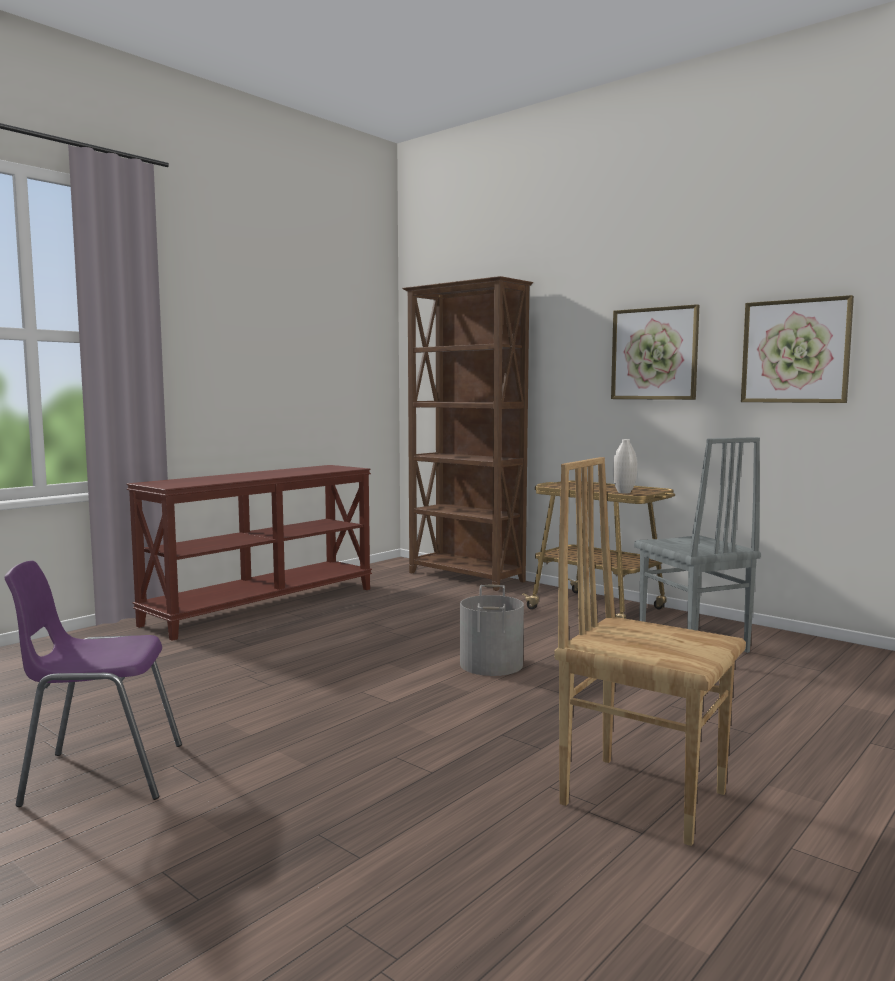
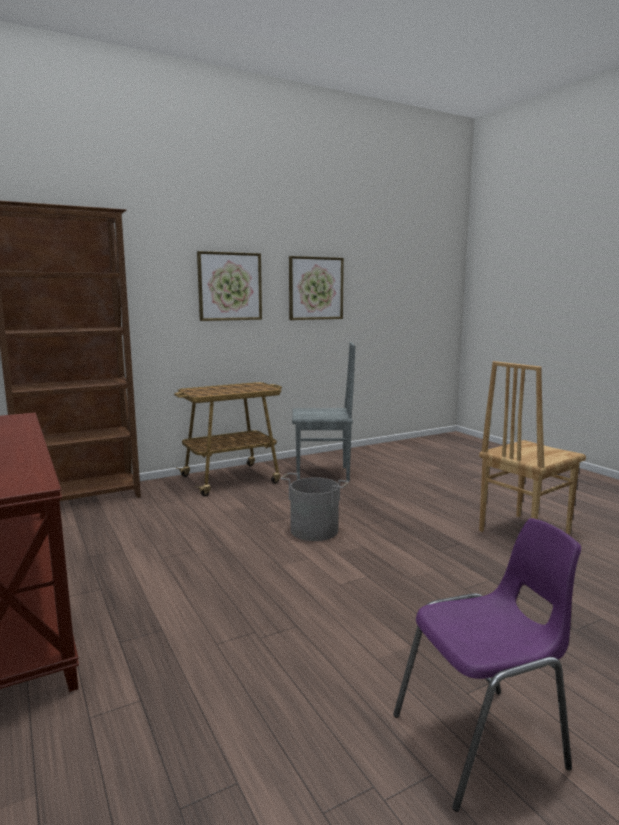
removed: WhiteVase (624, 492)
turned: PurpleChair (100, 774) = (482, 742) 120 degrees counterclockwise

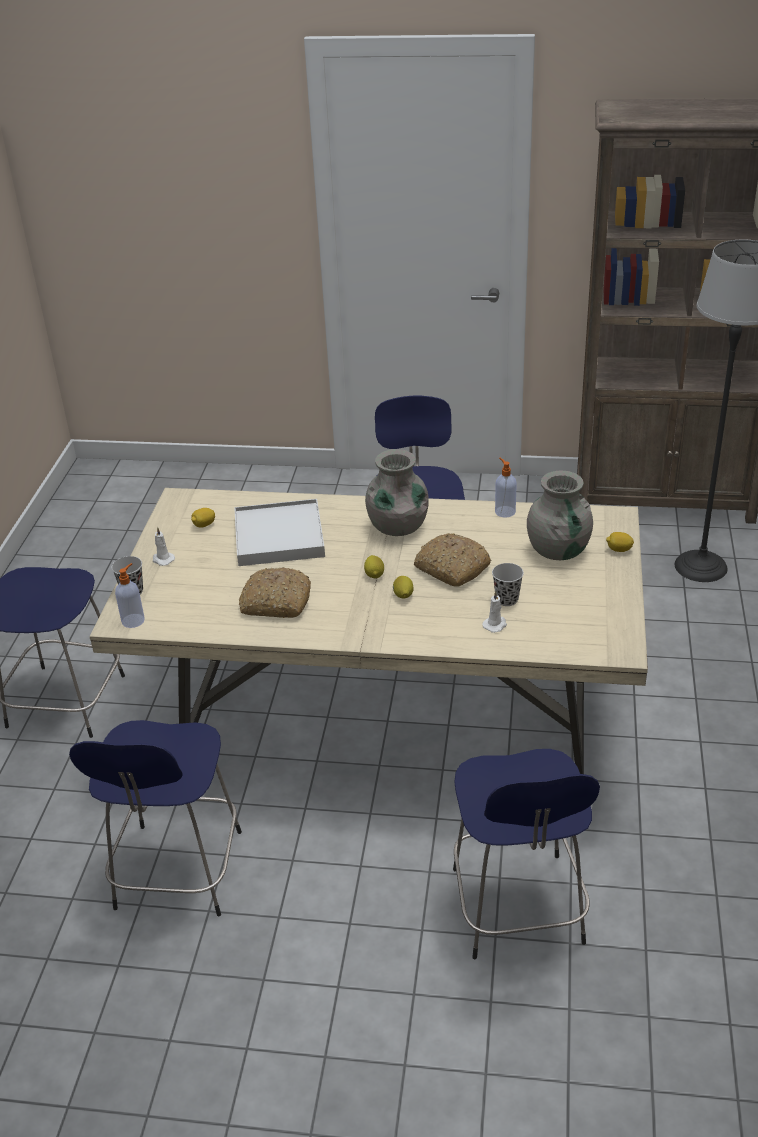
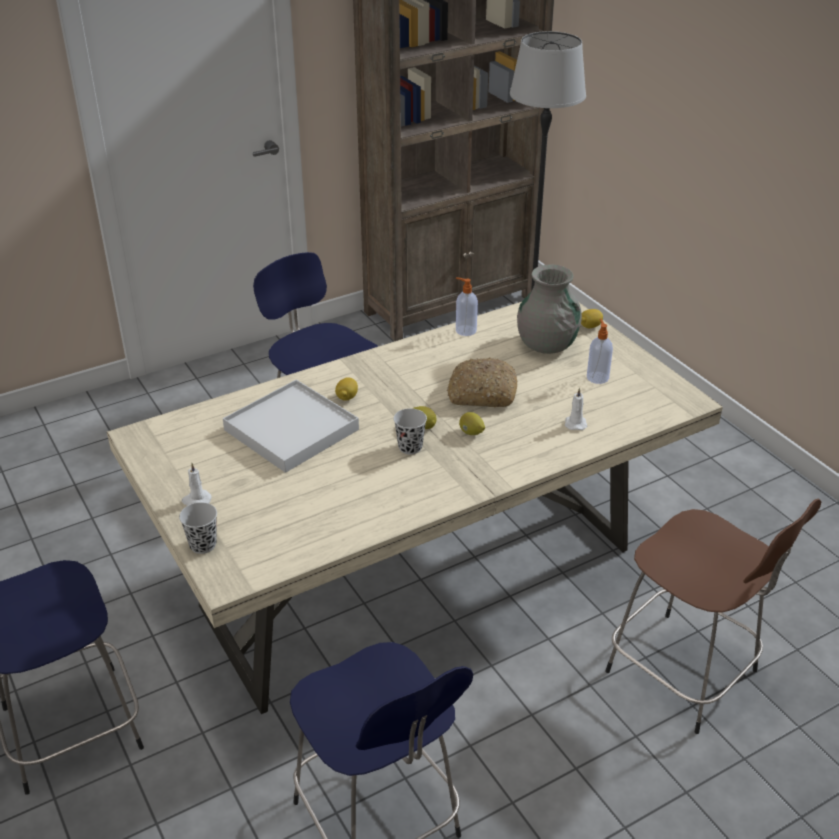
removed: Bread (275, 603); GreyVase (397, 527)
moved: SoapDispenser (133, 620) to (597, 377); Lemon (204, 525) to (347, 397); BlackCup (507, 599) to (410, 447)
recoloured: BlueStool (518, 910) to BrownStool (686, 674)

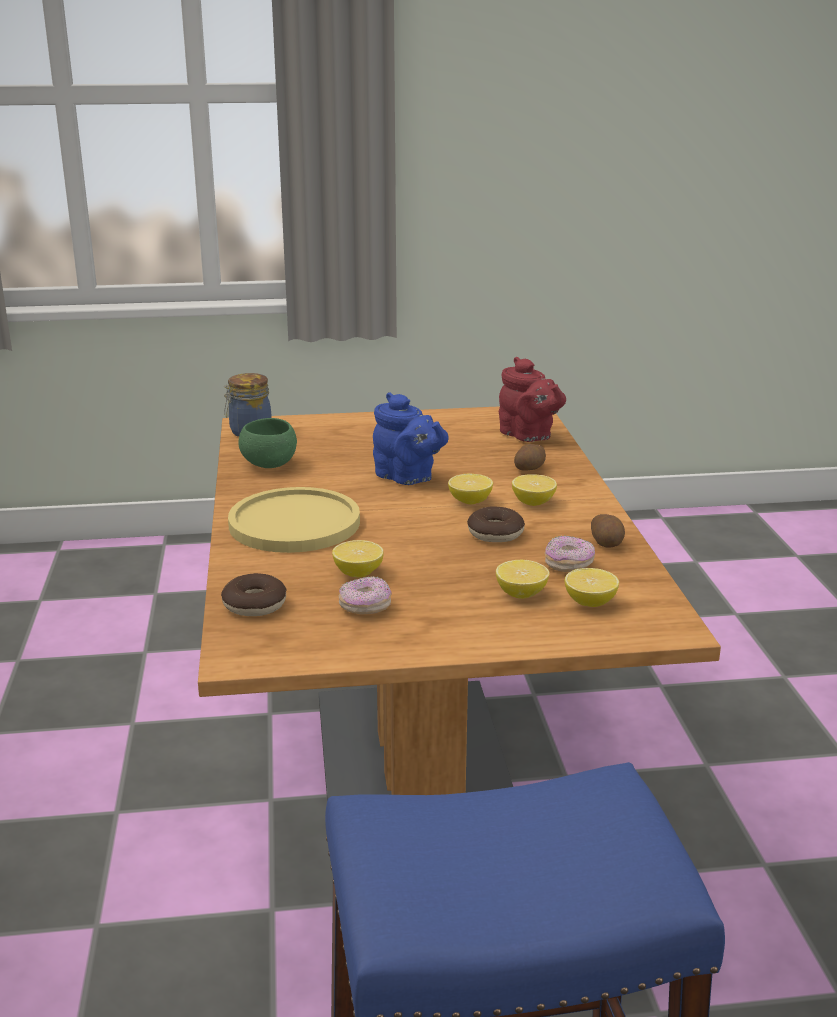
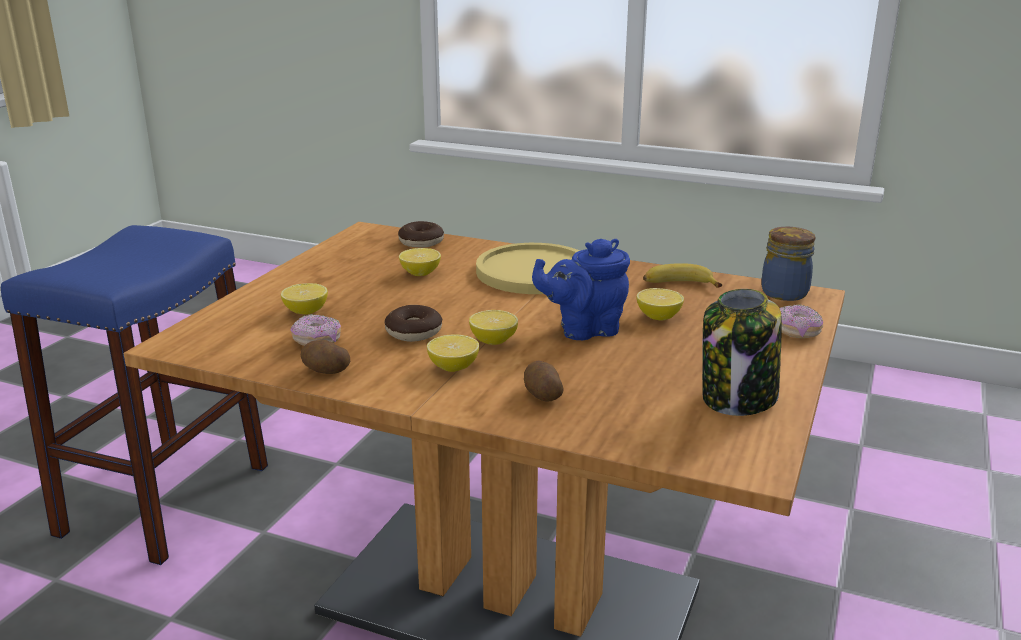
removed: RedTeapot (528, 436)
added: Jar (738, 399)
moved: Donut (365, 607) to (797, 332); Lemon (590, 603) to (658, 317)
replaced: GreenBowl (269, 465) to Banana (679, 285)

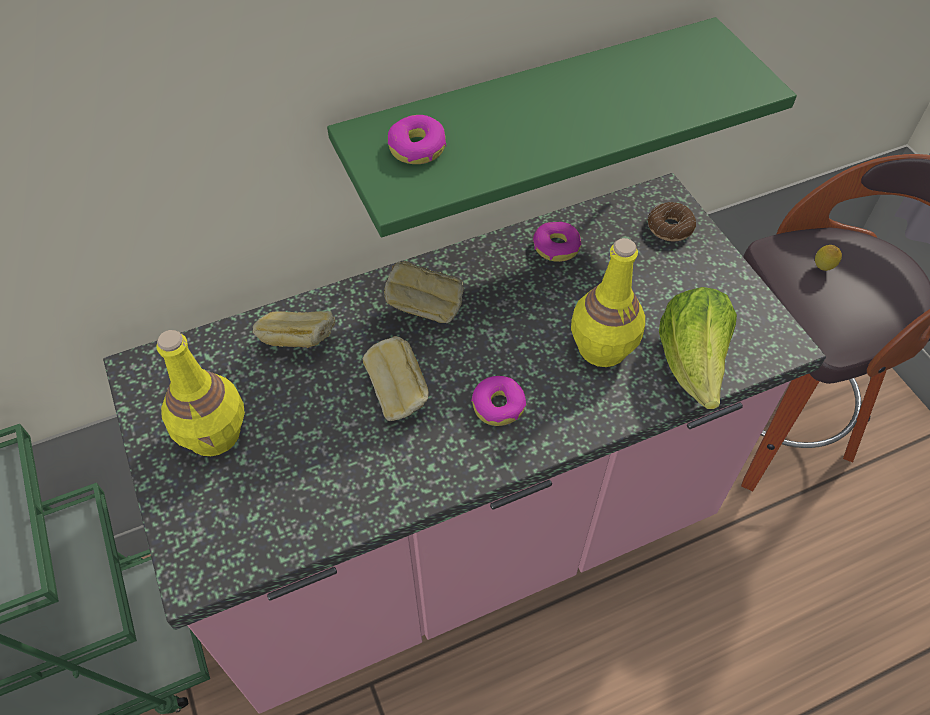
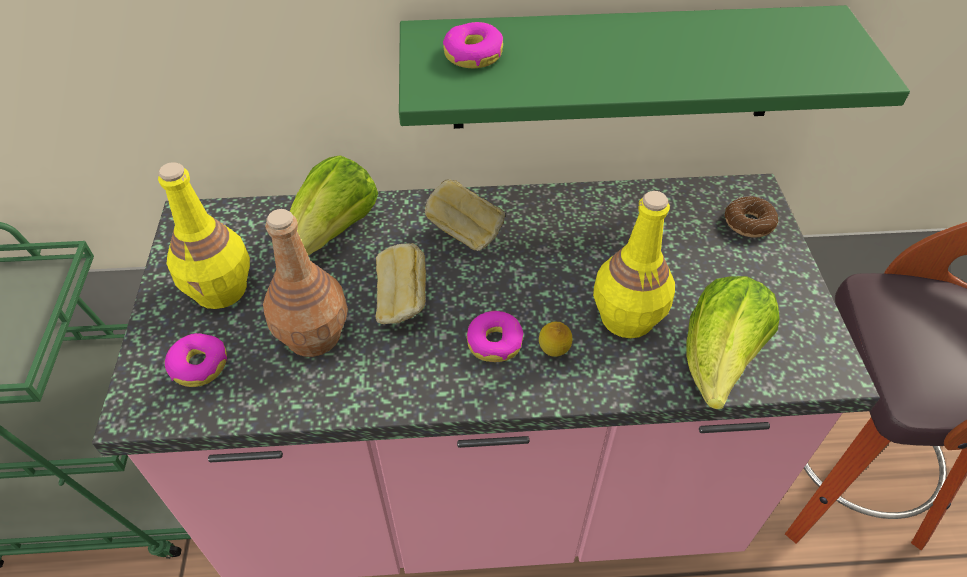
added: BrownBottle (314, 334)
moved: Donut (556, 247) to (199, 365); Lemon (822, 269) to (553, 353)
replaced: Bread (299, 344) to Lettuce (334, 234)

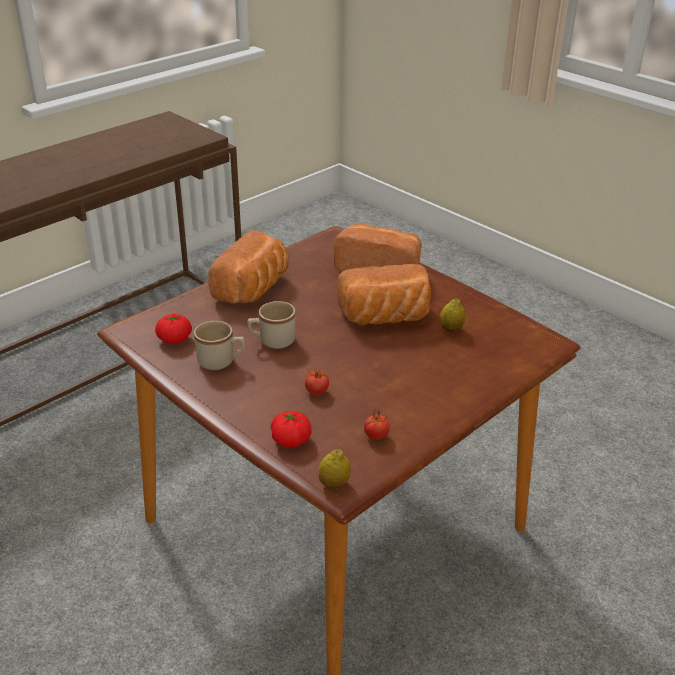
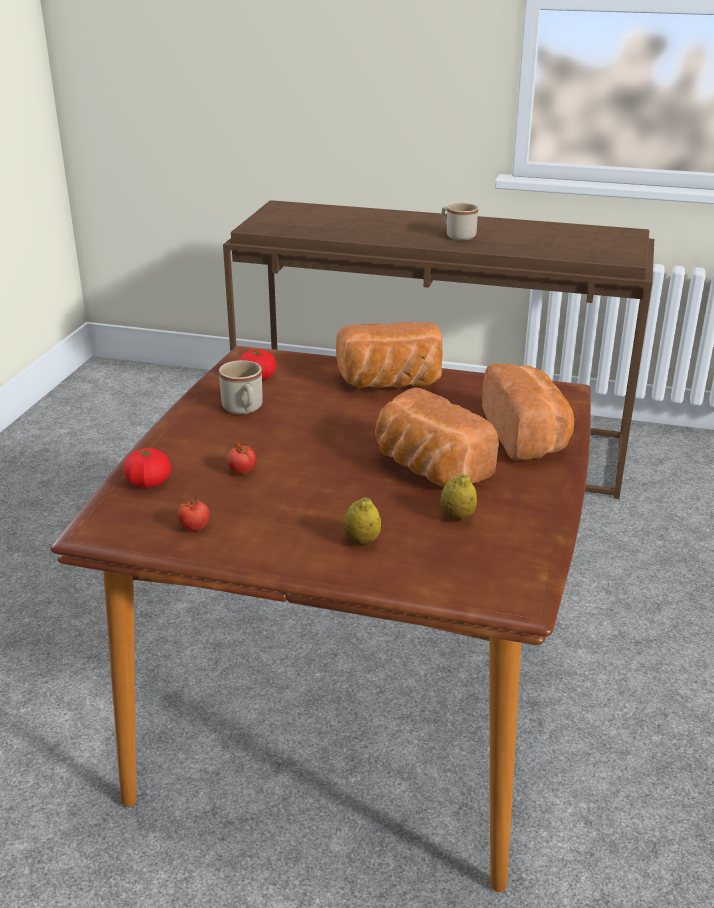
moved: BeigeMug (272, 341) to (457, 235); Lemon (334, 484) to (362, 541)

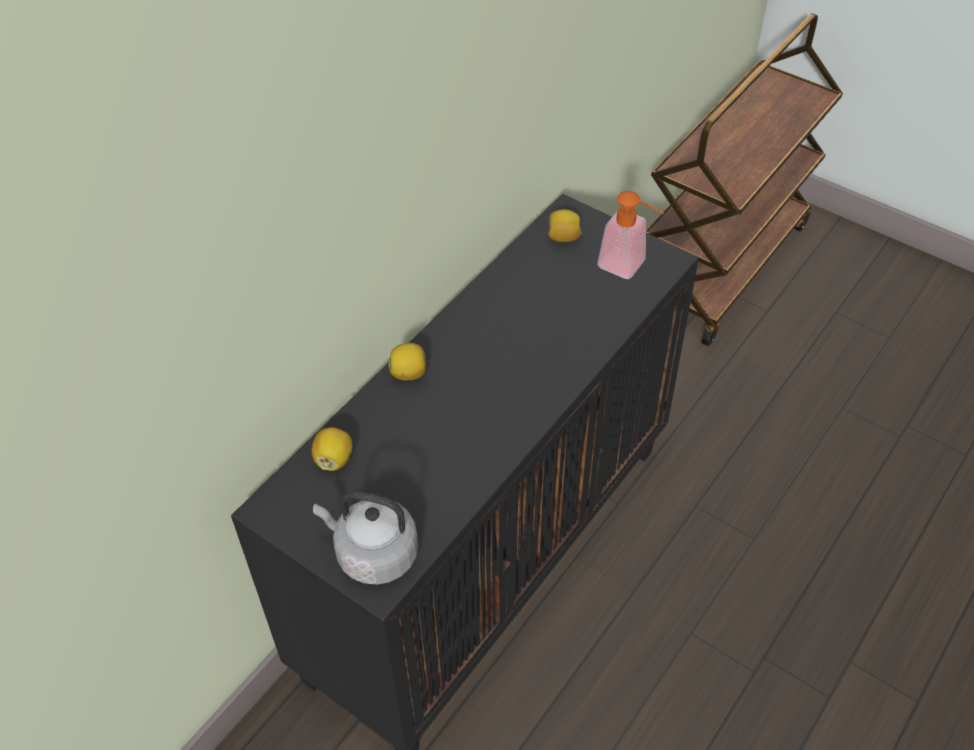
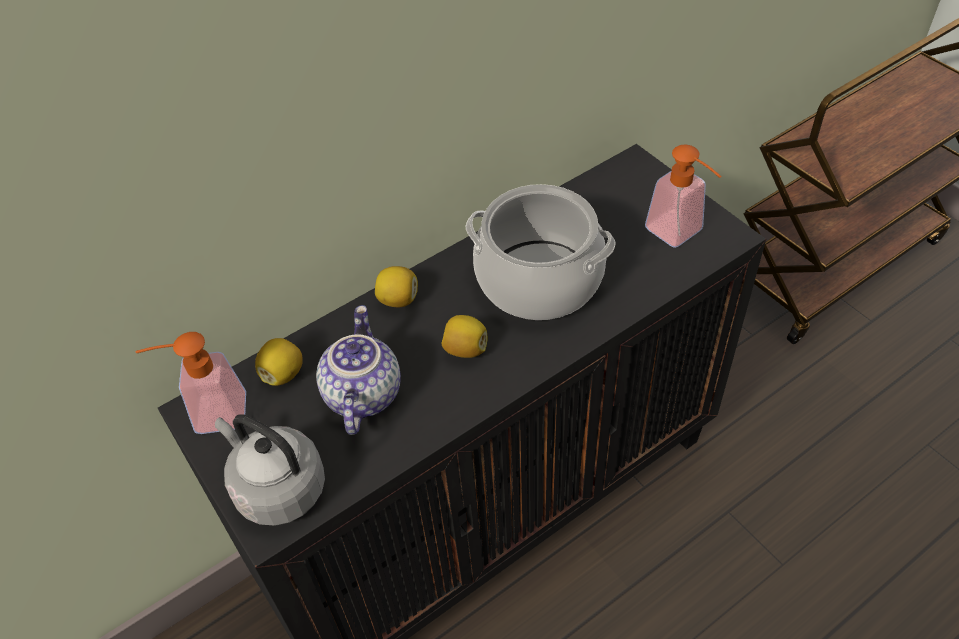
added: SoapDispenser (210, 414); Teapot (361, 394); CookingPot (538, 281)
moved: Lemon (563, 237) to (465, 349)

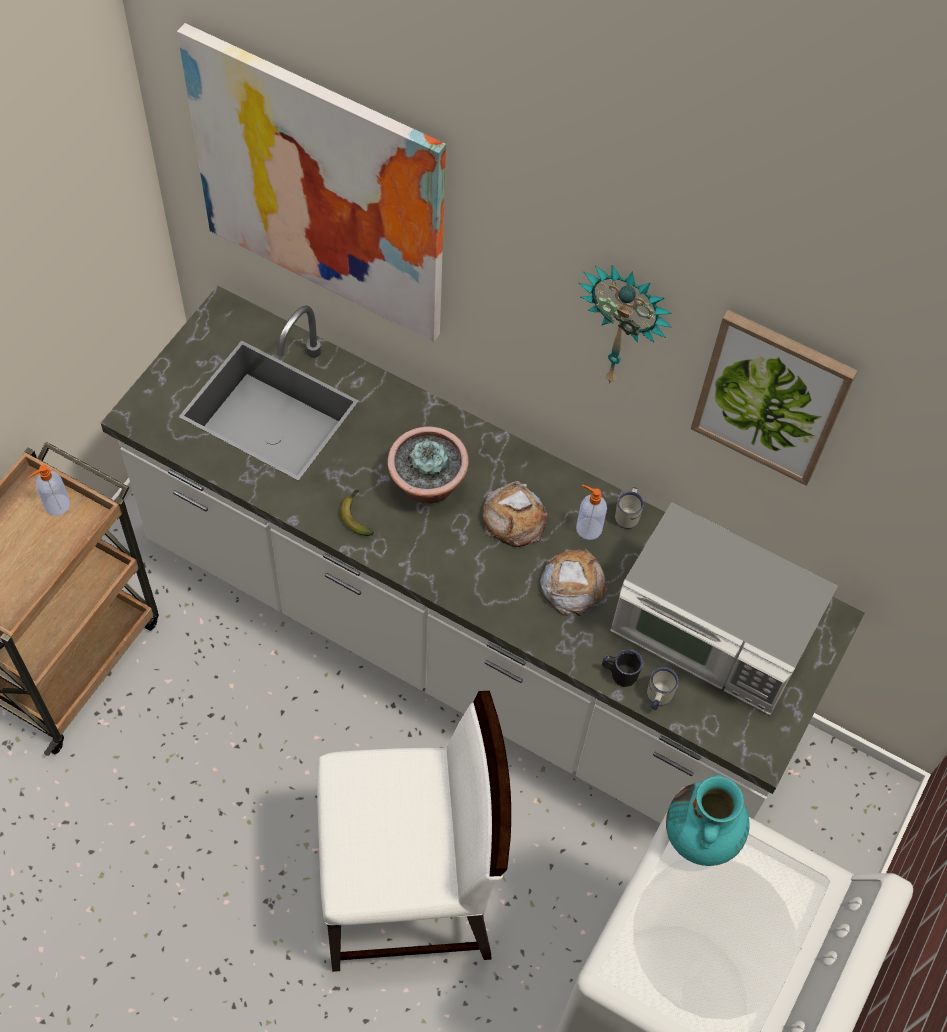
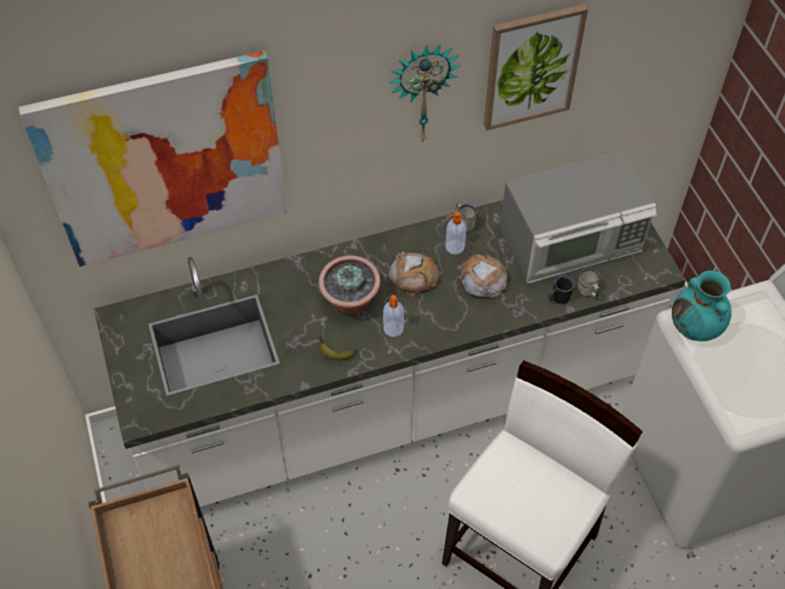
moved: SoapDispenser (56, 505) to (393, 329)

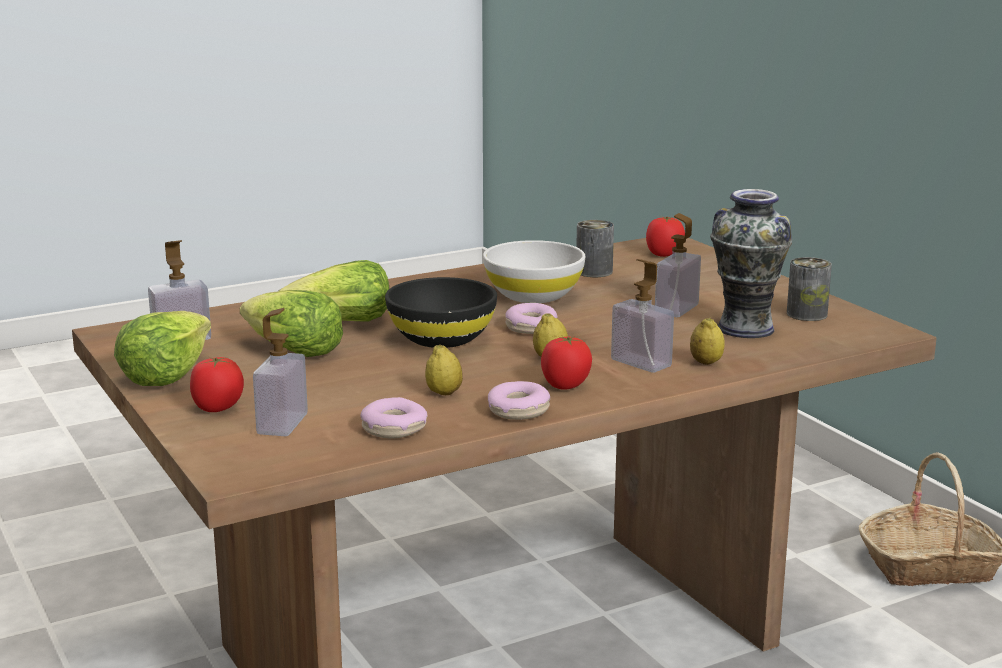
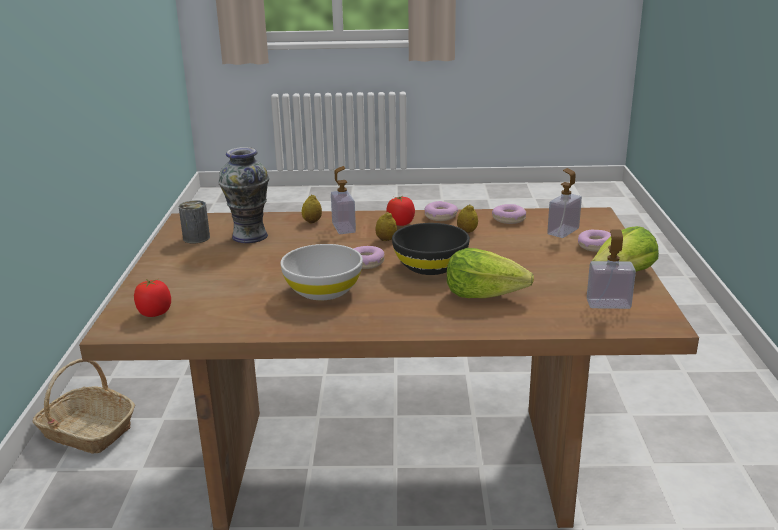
removed: Lettuce (292, 351); Can (594, 271); SoapDispenser (676, 309)
replaced: Tomato (217, 408) to Donut (595, 246)

